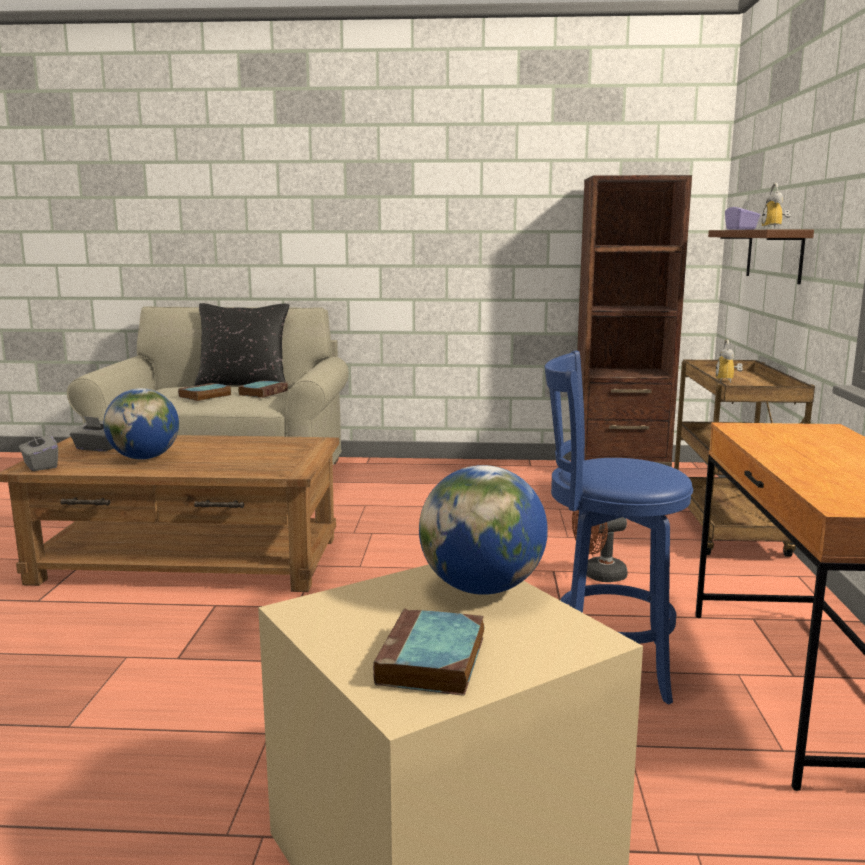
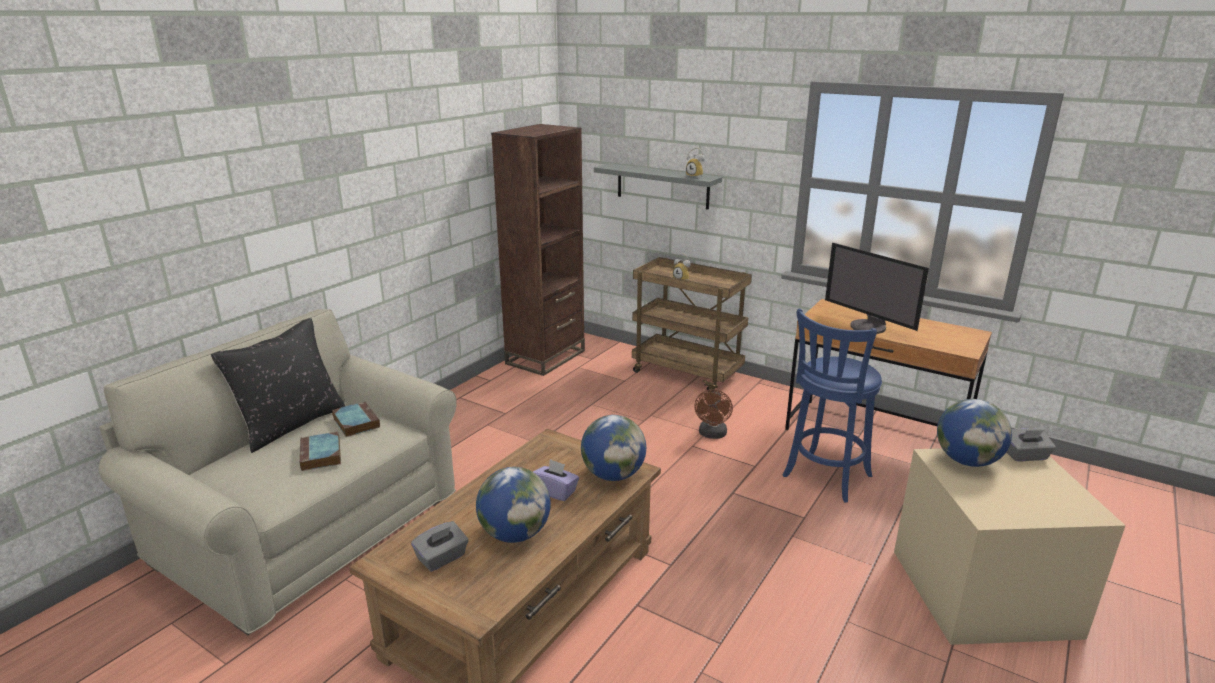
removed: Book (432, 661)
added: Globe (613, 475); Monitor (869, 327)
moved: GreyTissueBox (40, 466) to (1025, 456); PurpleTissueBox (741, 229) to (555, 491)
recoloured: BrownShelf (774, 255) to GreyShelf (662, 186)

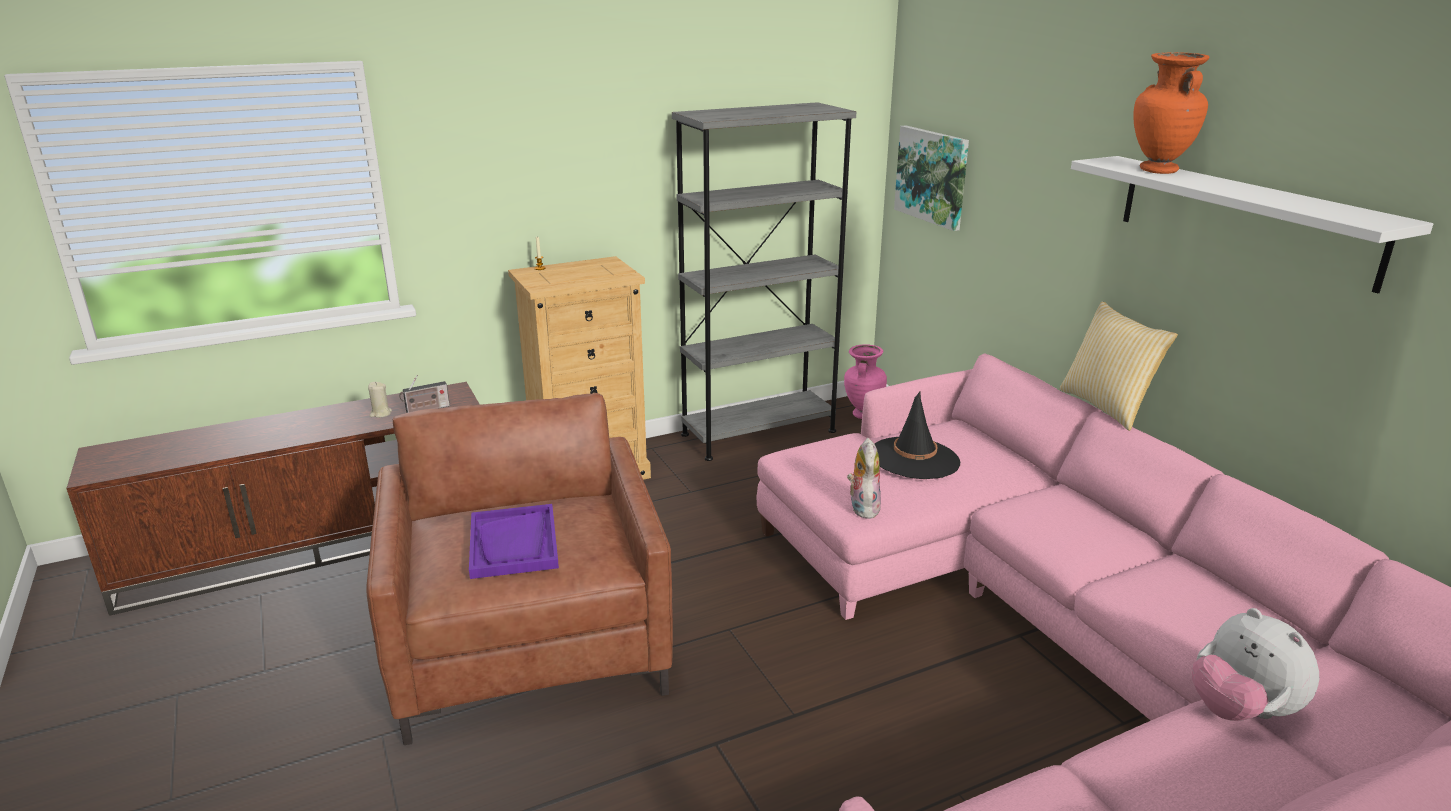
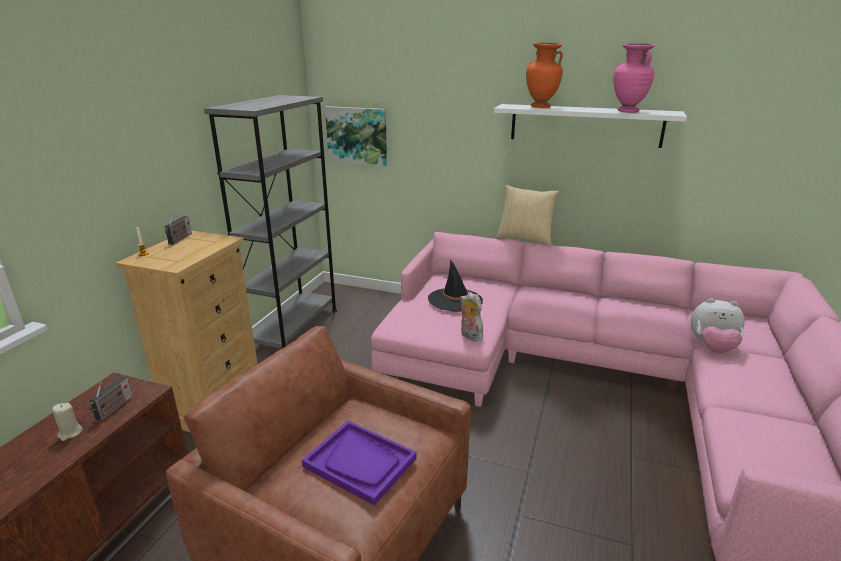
added: Radio (180, 239)
moved: PinkVase (862, 414) to (627, 111)

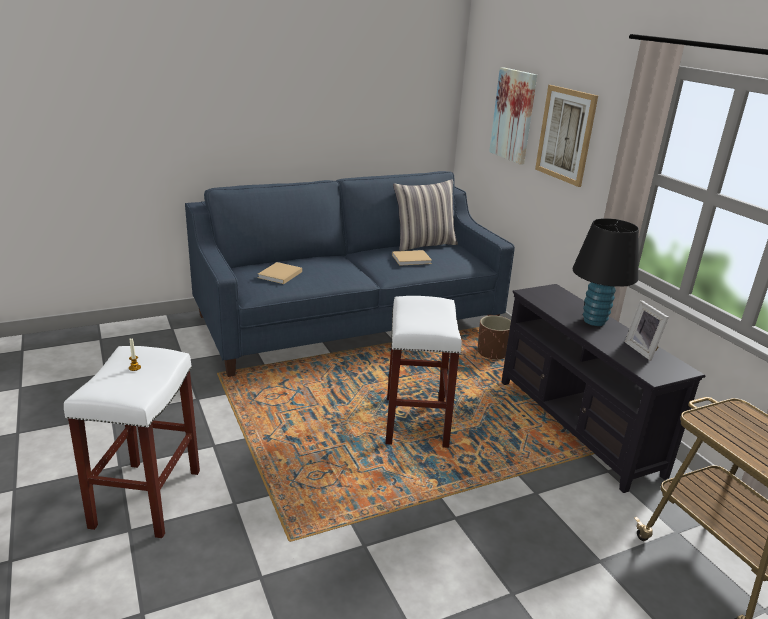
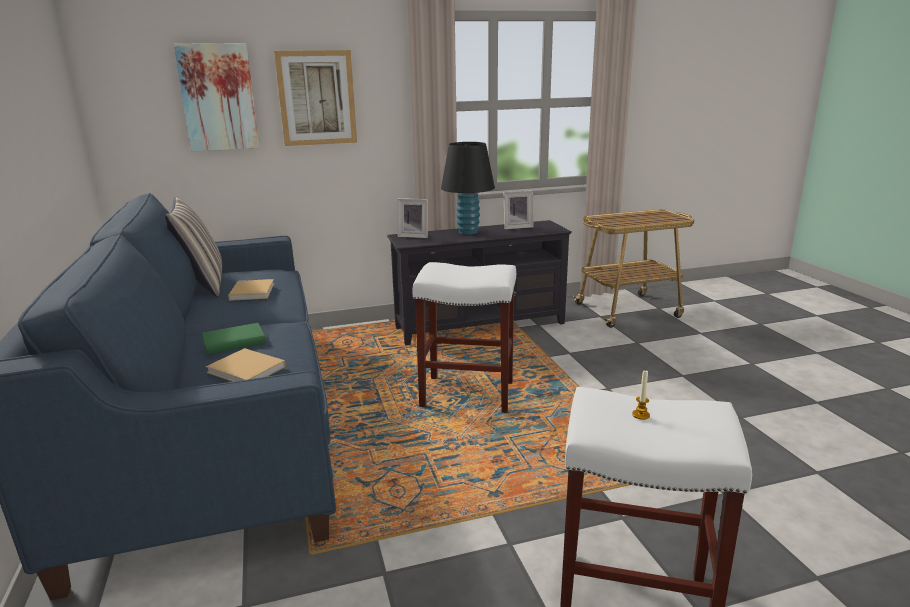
removed: BrownPlanter (492, 353)
added: GreenBook (234, 342); PictureFrame (414, 236)

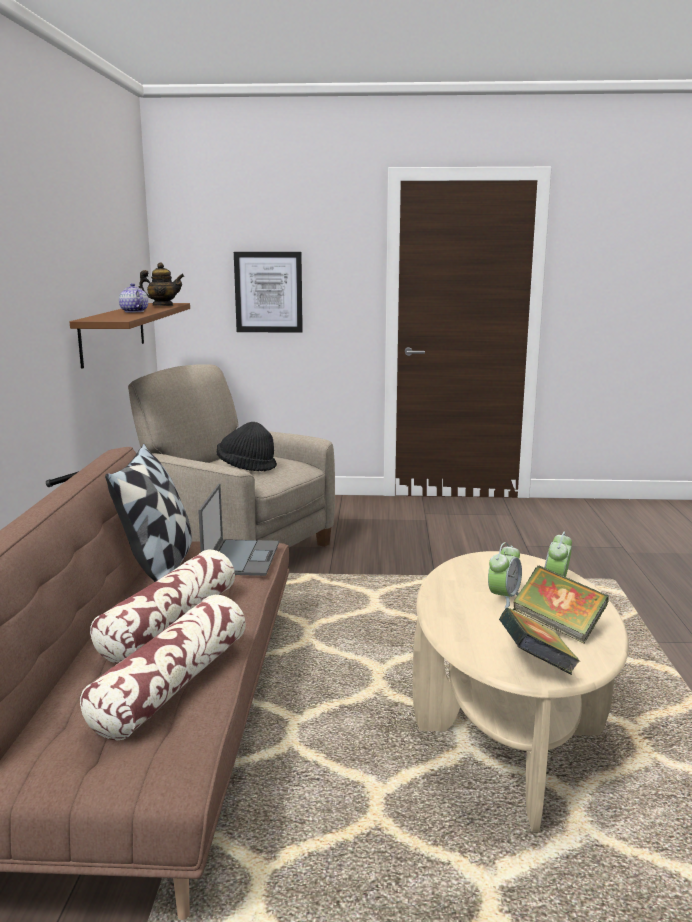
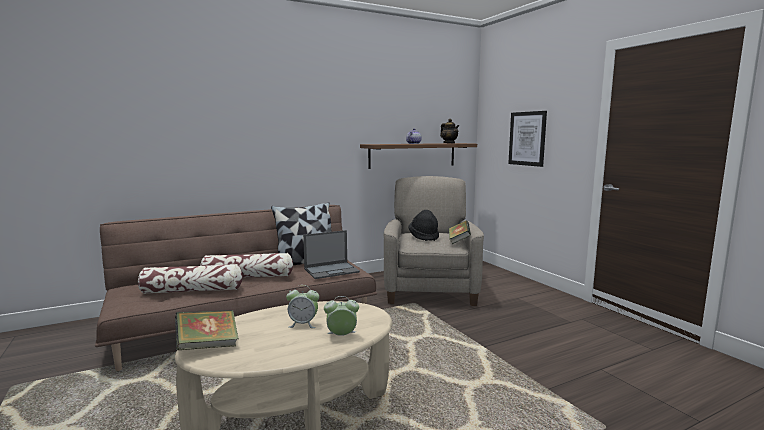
moved: Book (558, 626) to (459, 241)

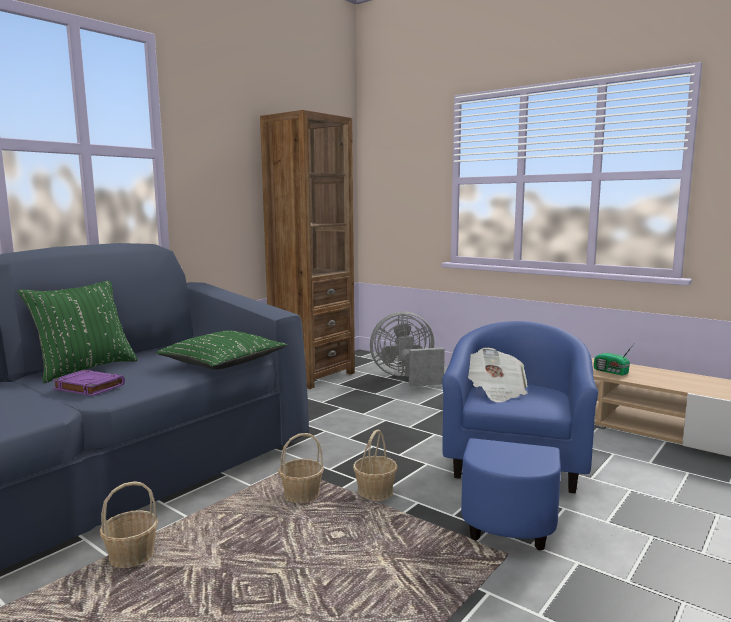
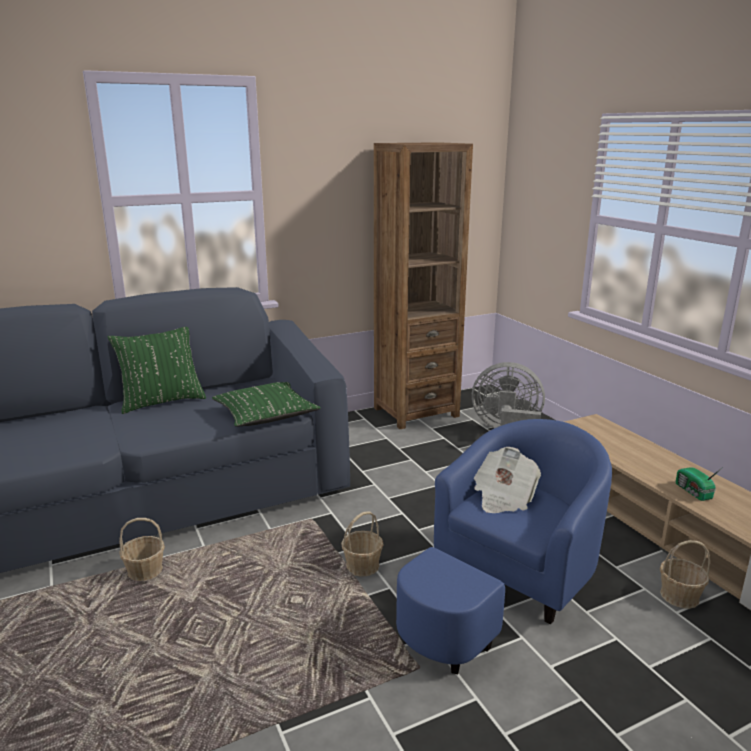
removed: PurpleBook (88, 387)
moved: Basket (301, 495) to (679, 596)

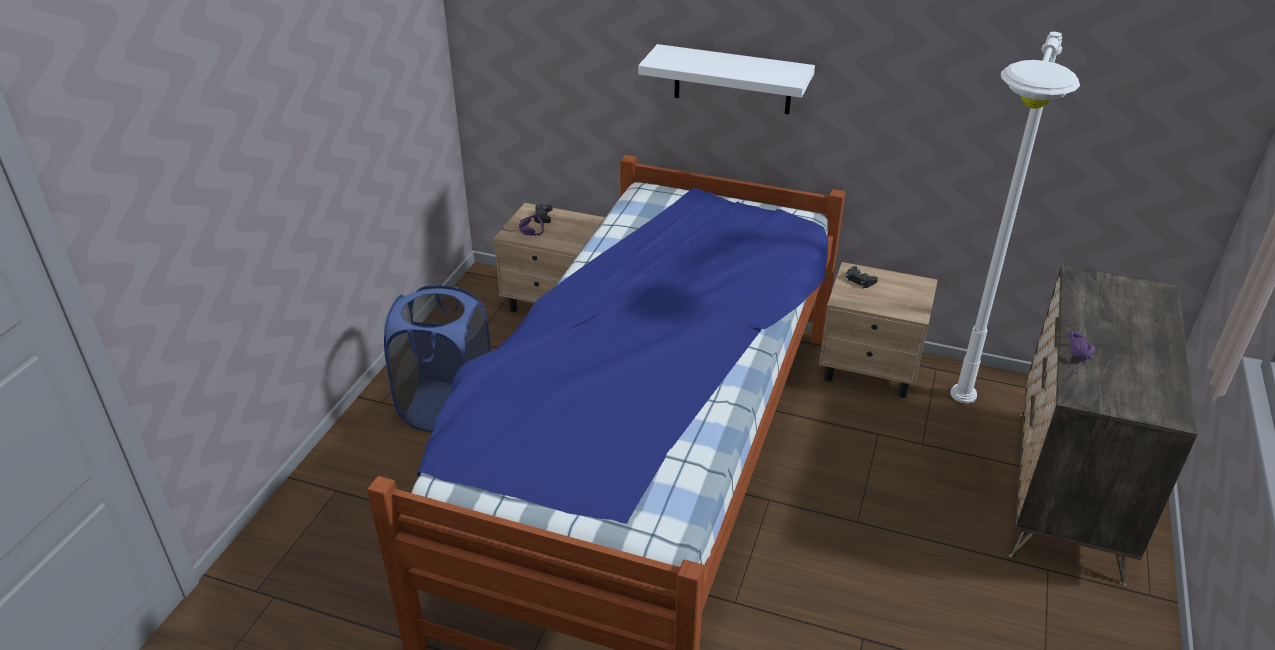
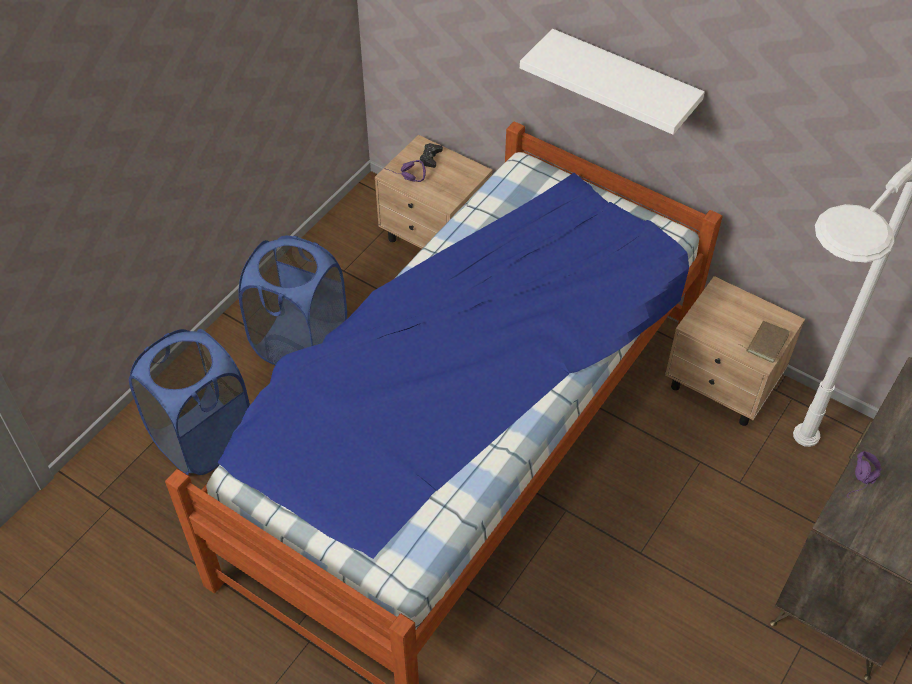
removed: BlackGameController (859, 280)
added: BlueLaundryBasket (203, 438); BrownBook (766, 342)

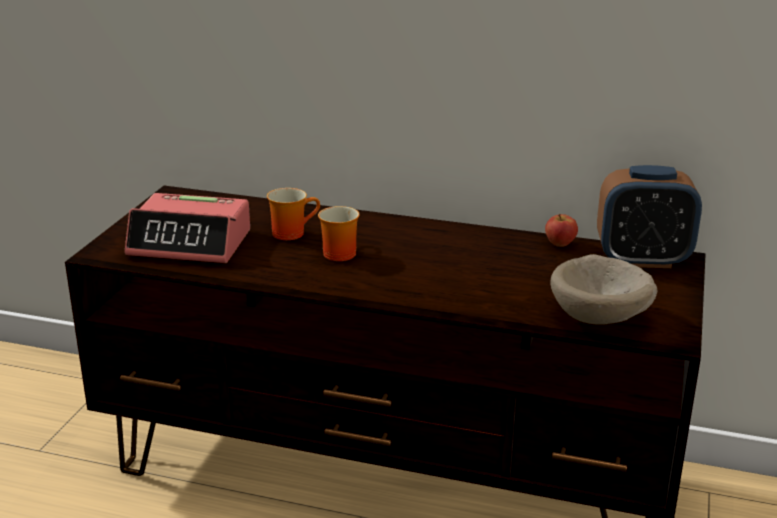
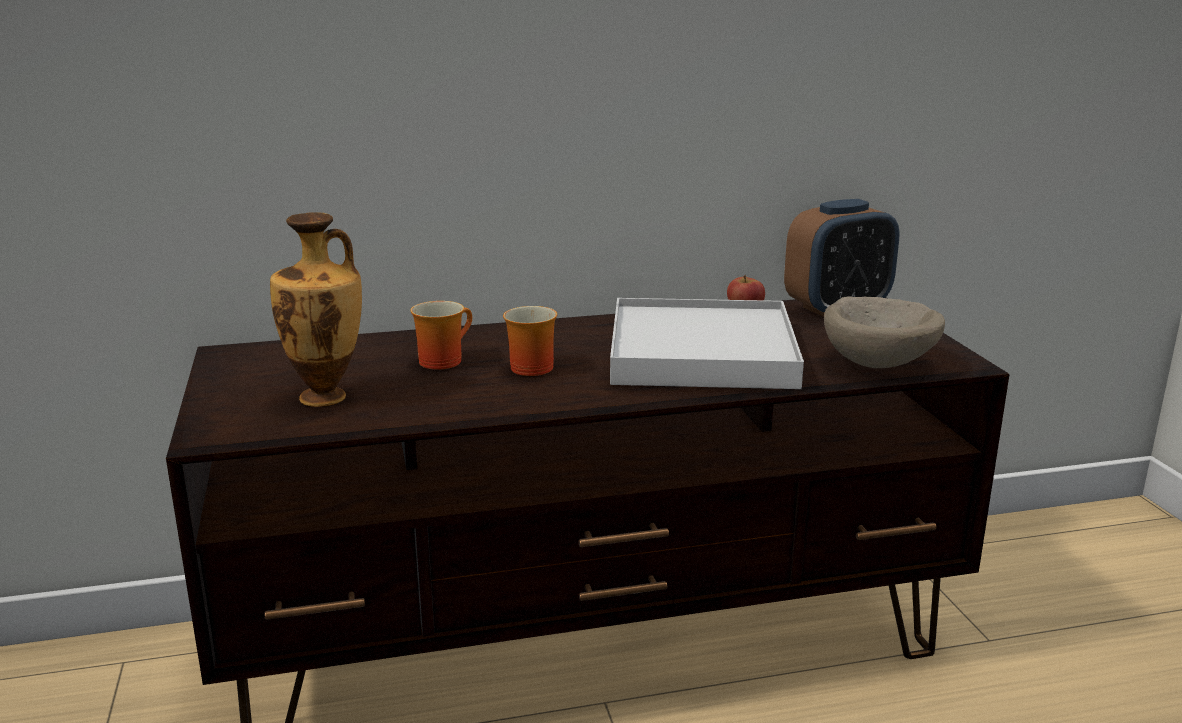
added: WhiteTray (701, 353)
replaced: AlarmClock (191, 243) to Vase (327, 397)

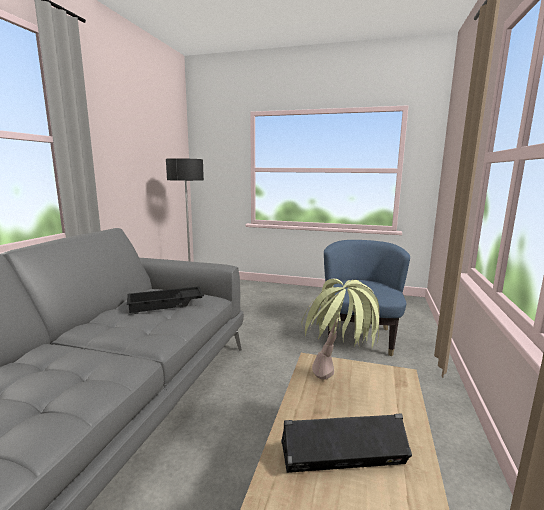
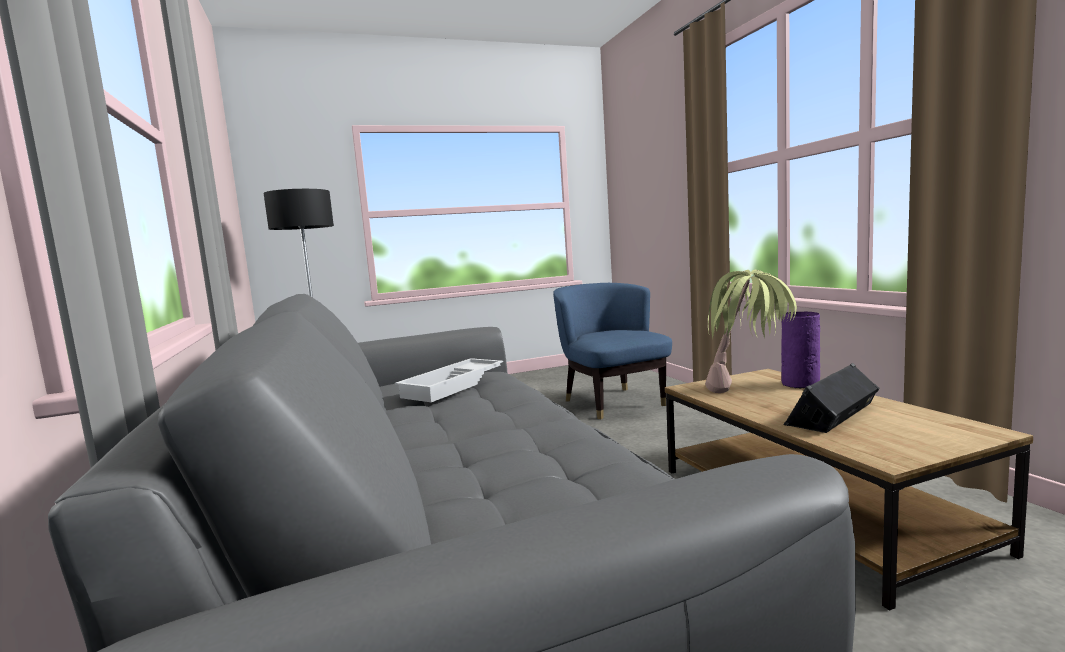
added: PurpleVase (799, 384)
recoloured: BlackTray (165, 304) to WhiteTray (453, 386)

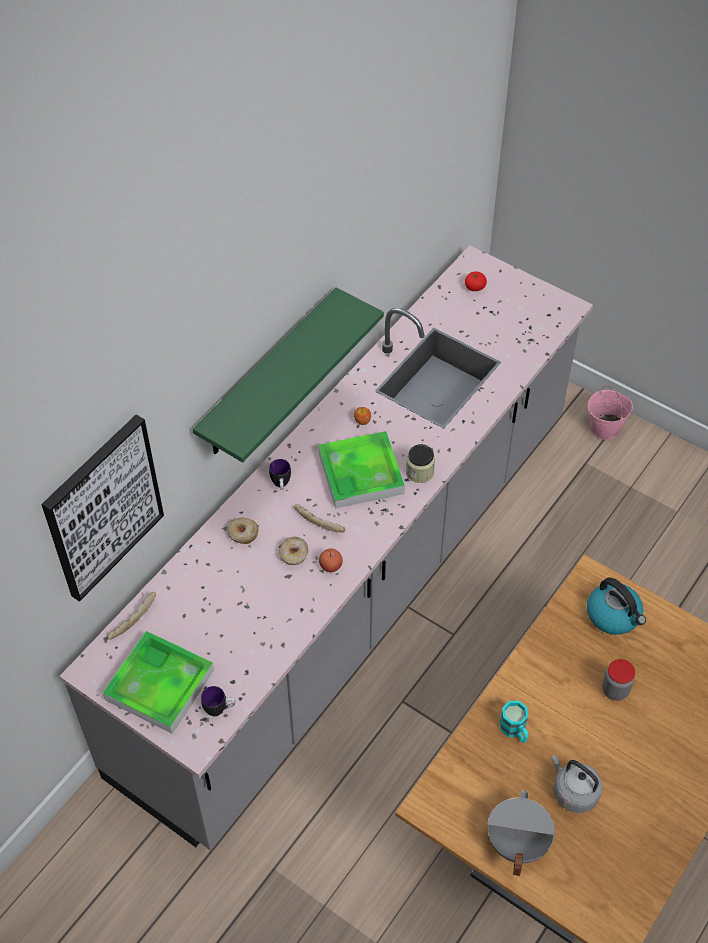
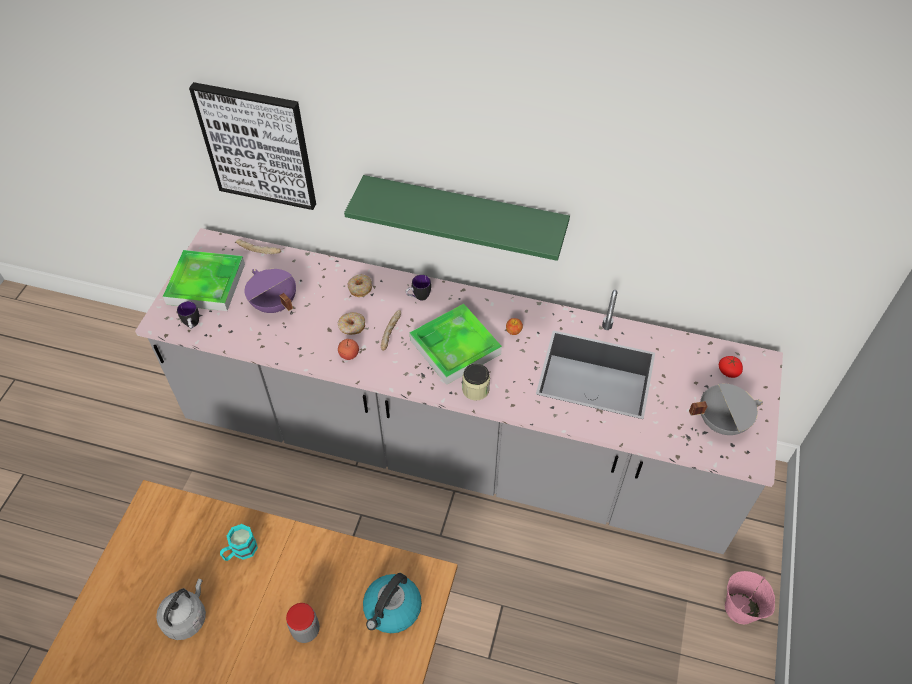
added: PurpleCookingPot (274, 305)
moved: GreyCookingPot (516, 842) to (720, 421)

